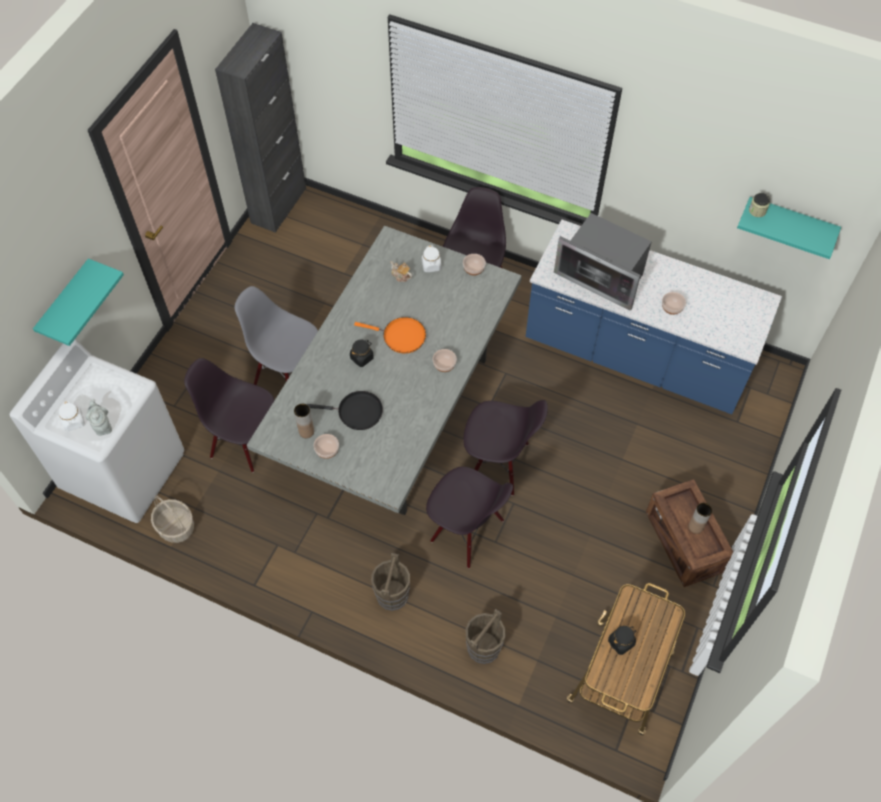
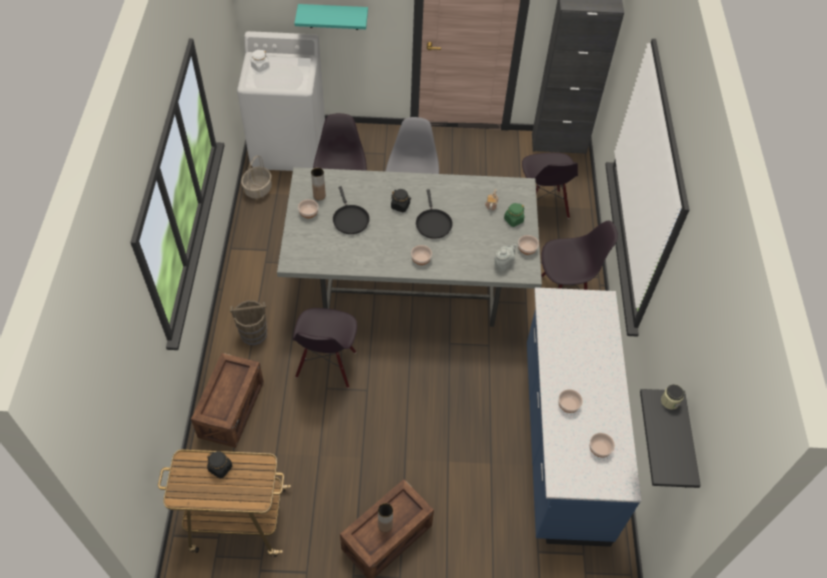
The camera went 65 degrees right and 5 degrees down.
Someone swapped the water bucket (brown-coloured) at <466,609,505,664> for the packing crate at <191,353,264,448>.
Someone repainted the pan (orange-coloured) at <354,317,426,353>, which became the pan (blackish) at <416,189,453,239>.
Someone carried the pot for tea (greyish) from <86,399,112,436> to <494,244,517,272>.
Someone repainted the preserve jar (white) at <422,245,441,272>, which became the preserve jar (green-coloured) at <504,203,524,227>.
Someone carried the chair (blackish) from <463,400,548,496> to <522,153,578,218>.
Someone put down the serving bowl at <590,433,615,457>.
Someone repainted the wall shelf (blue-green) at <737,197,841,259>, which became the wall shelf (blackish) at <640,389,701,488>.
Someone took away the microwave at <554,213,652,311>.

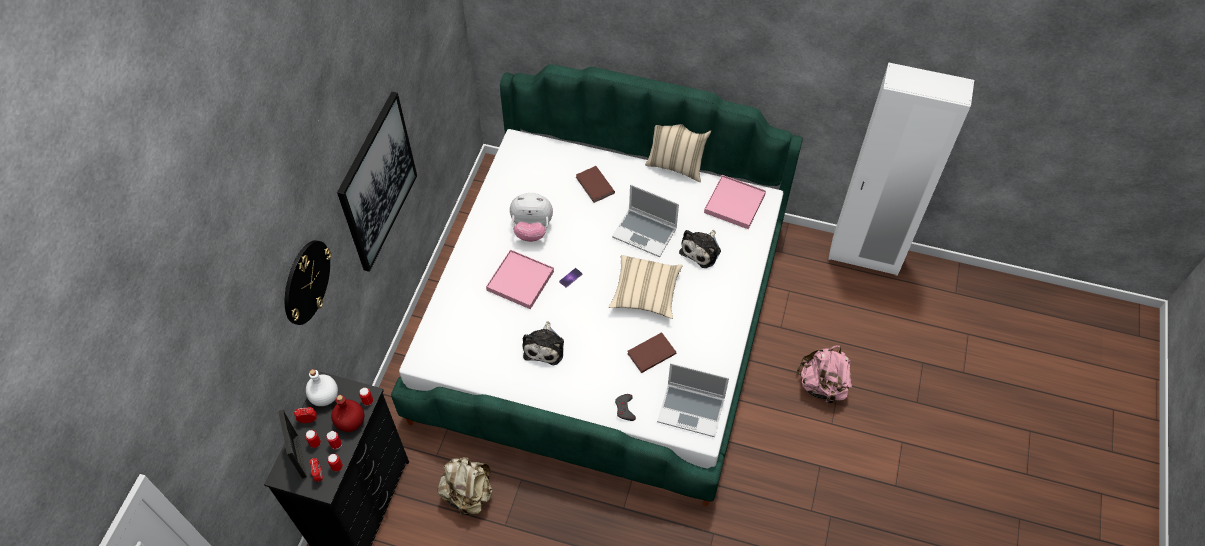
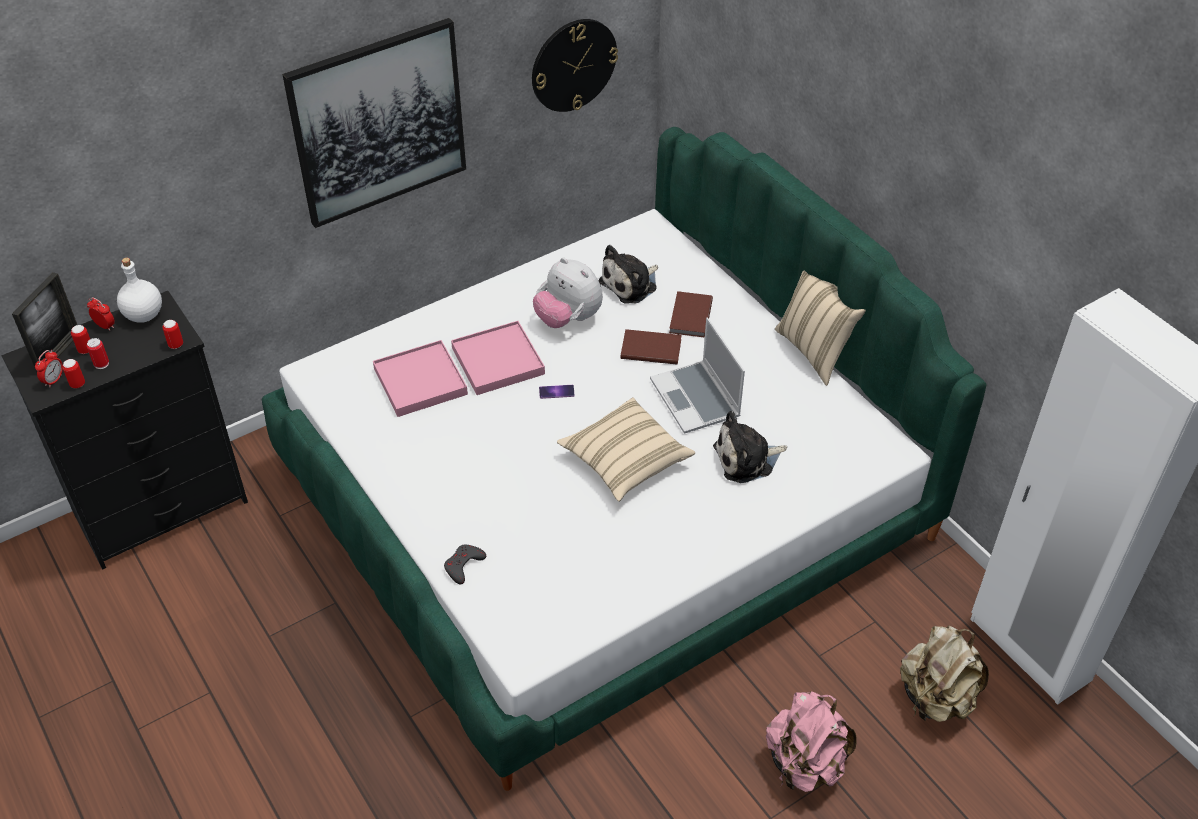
The camera went 40 degrees right and 10 degrees down.
Someone carried the serving tray (pinkish) from <704,175,766,229> to <373,340,468,417>.
Someone carried the hanging clock from <285,240,331,325> to <532,19,618,112>.
Someone carried the cuddly toy from <523,321,564,365> to <599,245,658,304>.
Someone carried the book (brown-coloured) from <627,332,676,373> to <621,329,682,365>.
Someone carried the rucksack (beige-coloured) from <438,457,493,516> to <900,626,989,722>.
Someone took away the bottle (reddish) at <331,395,364,432>.
Someone took away the notebook computer at <657,363,729,437>.

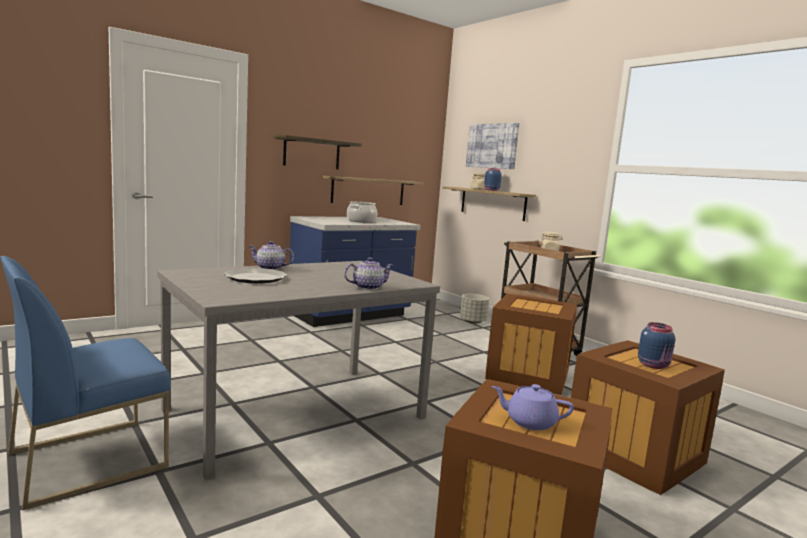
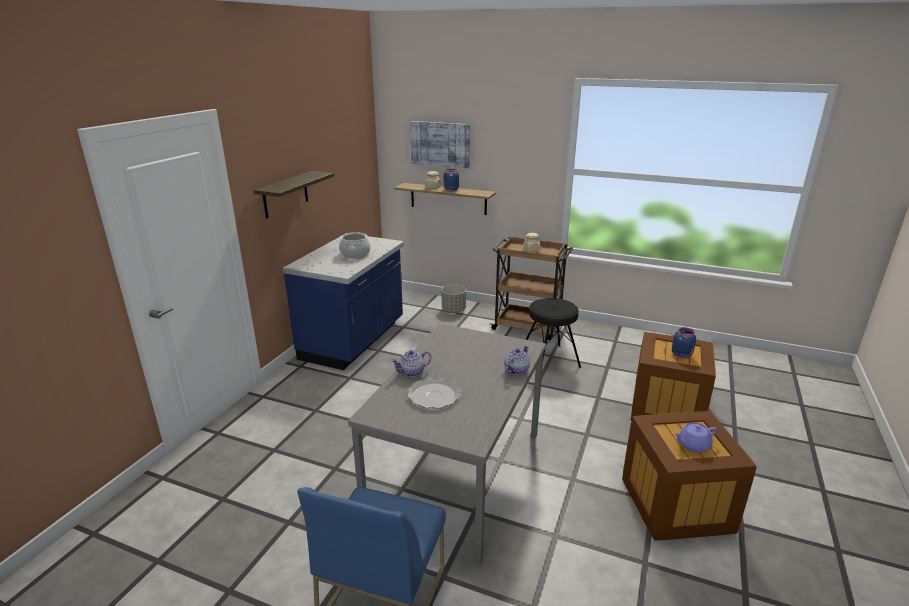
The camera went 30 degrees left and 15 degrees up.
Someone swapped the packing crate at <485,294,577,395> for the stool seat (blackish) at <526,298,581,368>.
Someone took away the wall shelf at <323,176,424,205>.

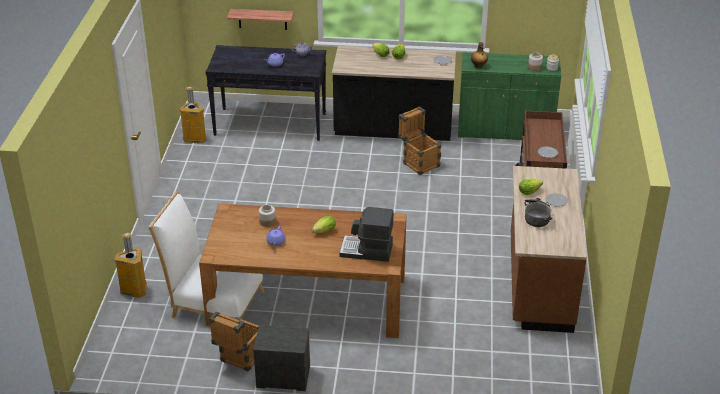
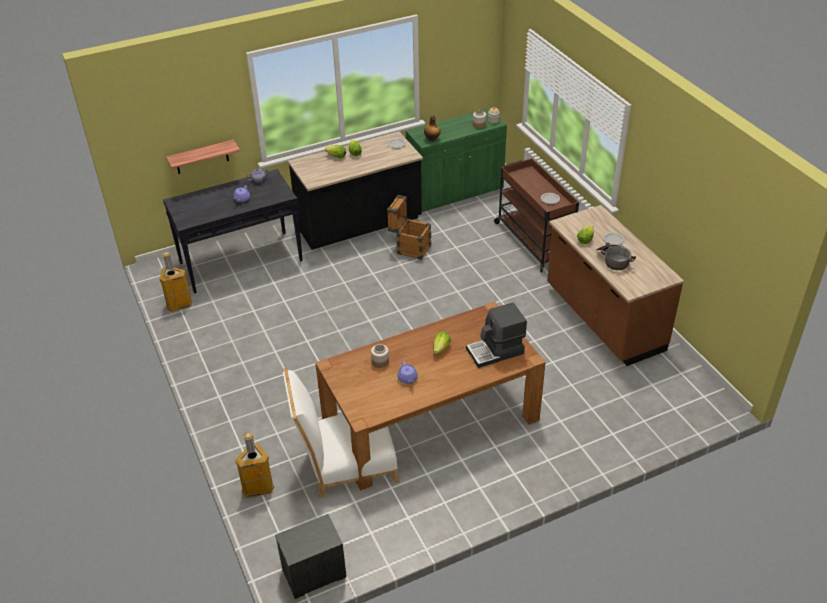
The camera went 30 degrees left and 5 degrees up.
Someone carried the night table from <253,325,310,391> to <275,514,347,599>.
Someone took away the packing crate at <209,311,259,372>.

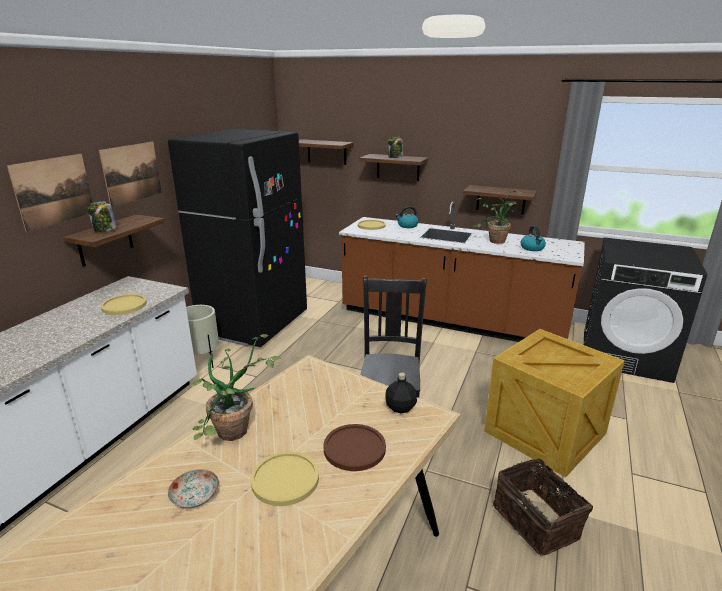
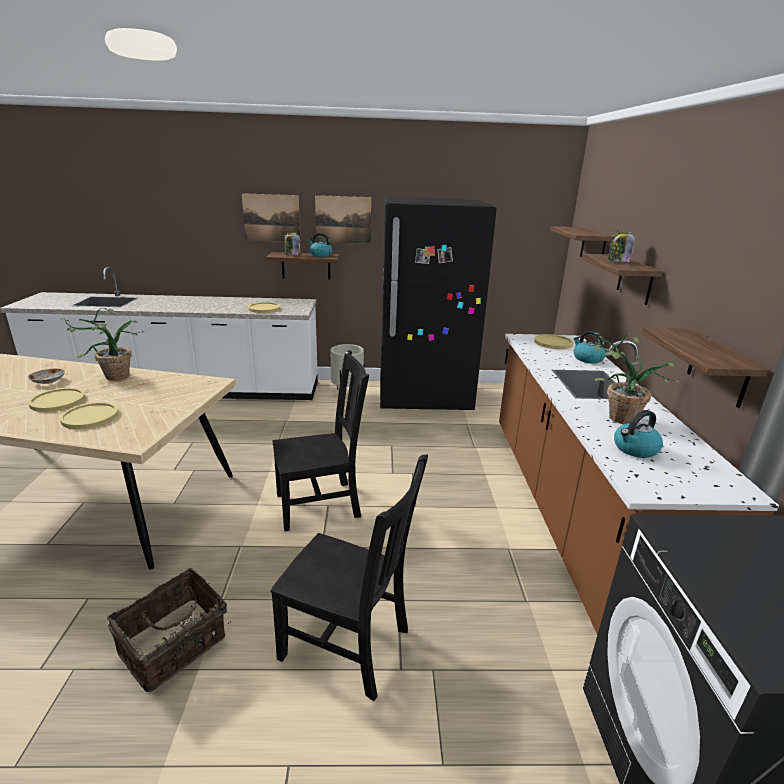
The camera went 65 degrees right and 0 degrees up.
Someone repainted the dinner plate (brown-coloured) at <324,424,386,471>, which became the dinner plate (yellow-coloured) at <60,402,119,429>.
Someone swapped the packing crate at <484,329,625,478> for the chair (blackish) at <270,454,428,701>.
Someone put down the kettle at <307,233,333,257>.
Someone took away the bottle (blackish) at <385,373,417,413>.

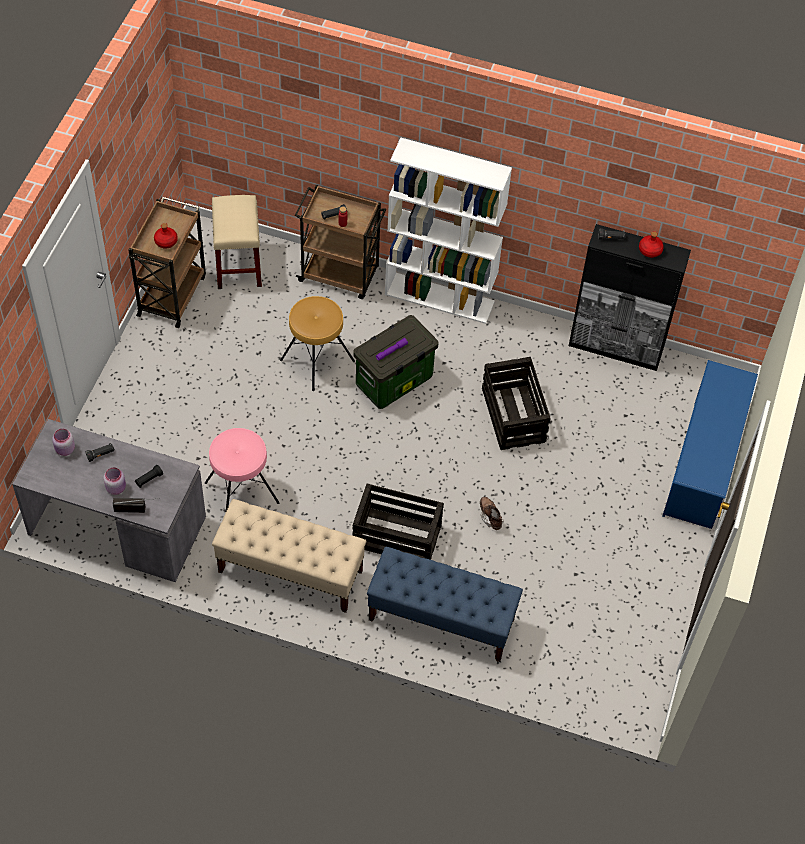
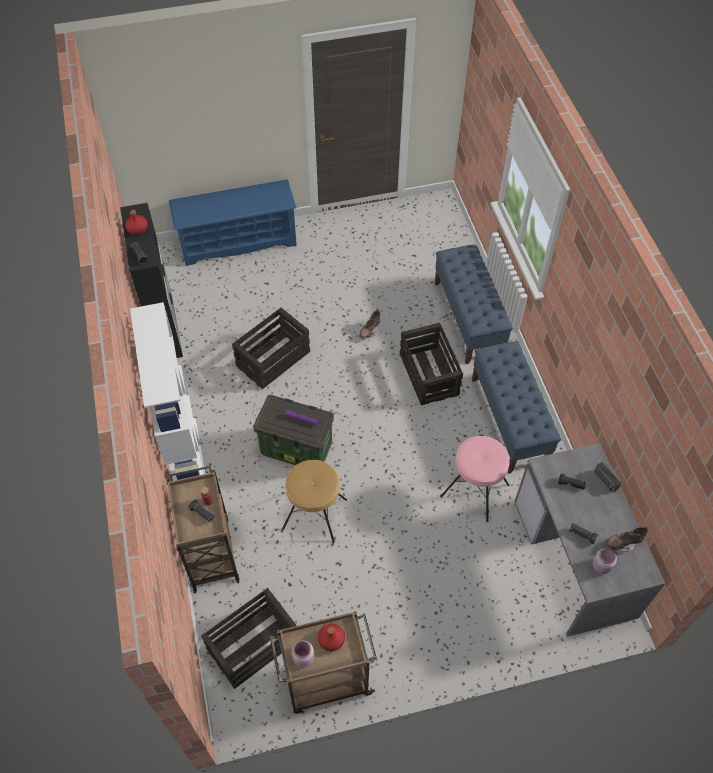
The camera went 120 degrees left and 0 degrees up.
Someone swapped the stool seat (beige-coloured) at <212,195,262,289> for the packing crate at <201,588,297,689>.
Someone carried the preserve jar (pinkish) from <103,467,126,495> to <292,640,314,667>.
Someone repainted the long seat (beige-coloured) at <212,499,366,613>, which became the long seat (bluish) at <472,341,561,473>.
Someone put down the tall boot (brown-coloured) at <606,526,649,552>.

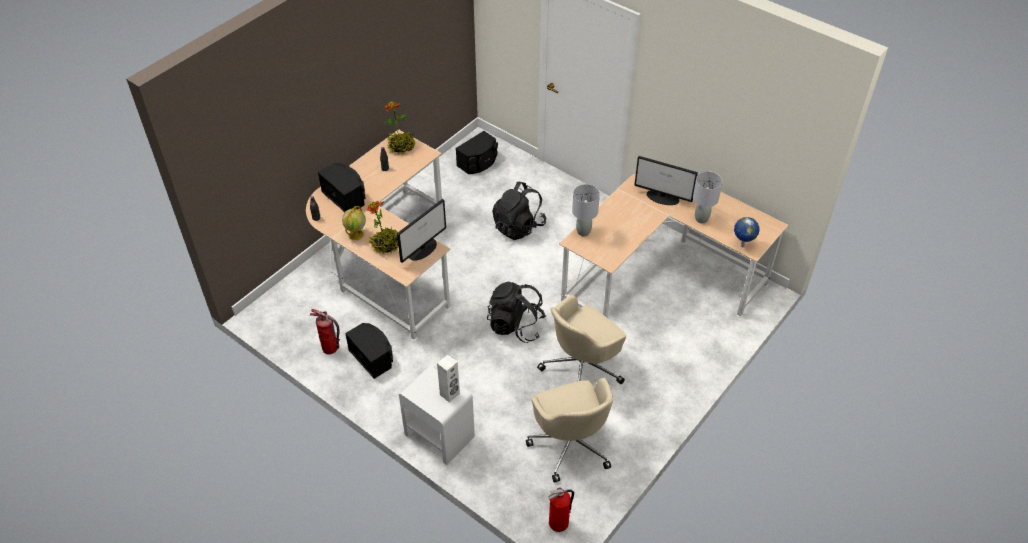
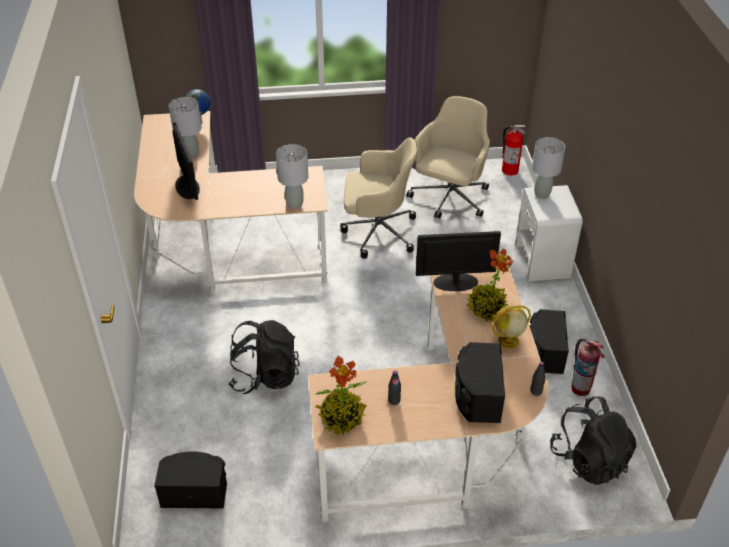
The camera went 135 degrees left and 5 degrees down.
Someone swapped the speaker (white) at <437,355,460,403> for the lamp for a table (greyish) at <532,137,565,199>.
Someone carried the rucksack (blackish) from <487,282,546,343> to <550,397,636,485>.

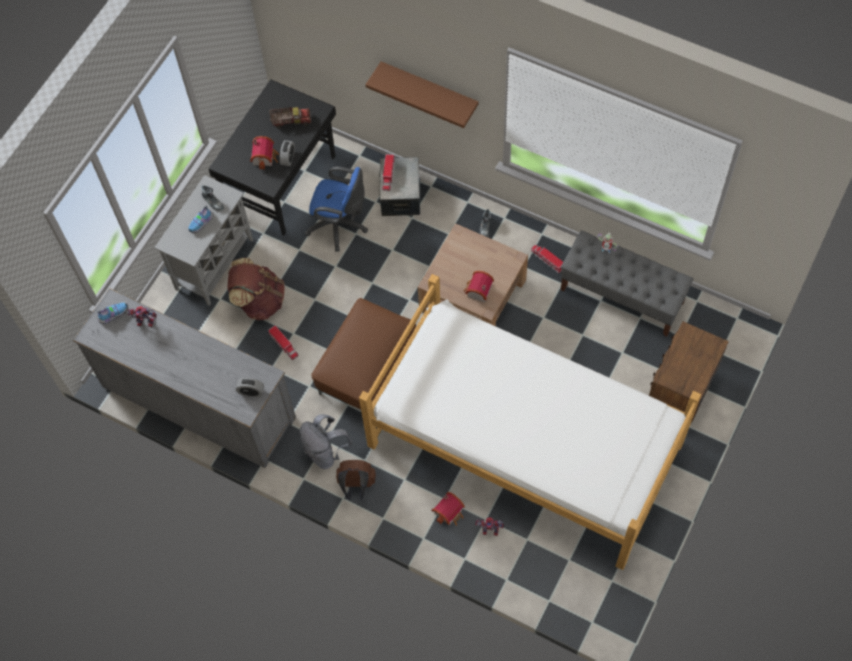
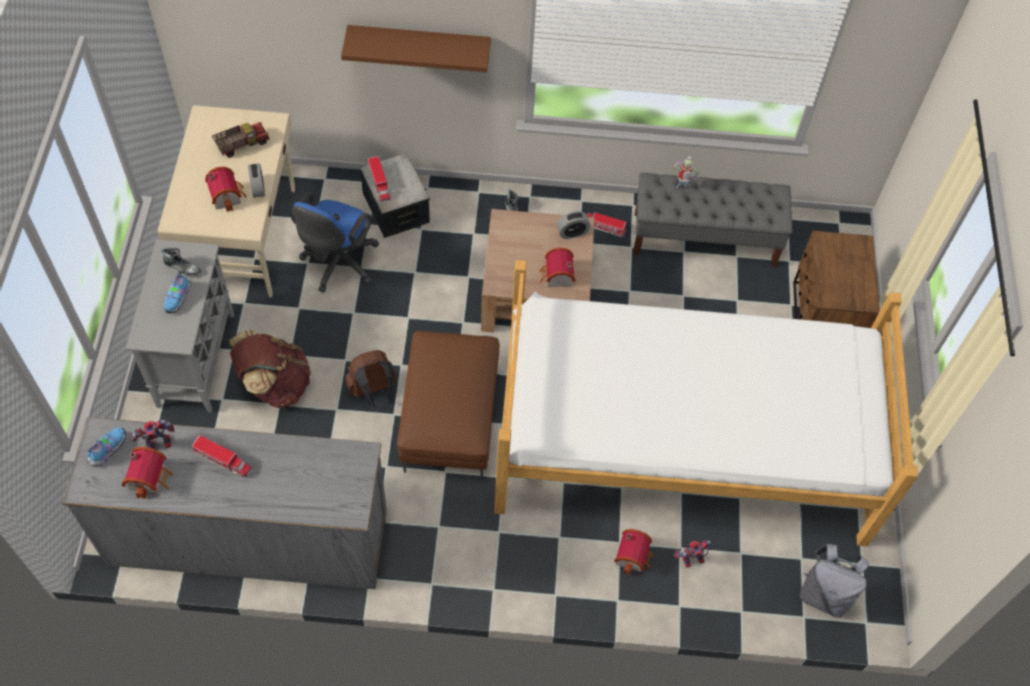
The camera went 30 degrees left and 5 degrees down.
Someone put down the toy house at <121,447,173,499>.
Someone repainted the desk table (blackish) at <209,79,336,235>, which became the desk table (beige-coloured) at <158,105,295,298>.
Someone carried the toy lorry from <268,325,298,360> to <192,435,252,477>.
Someone rotated the desk chair (bluish) at <305,166,368,251> by 120 degrees clockwise.
Someone carried the rucksack (brown-coloured) from <336,460,376,500> to <345,350,396,406>.
Someone carried the bedside clock from <236,378,264,397> to <557,211,591,239>.
Someone carried the rucksack (greyish) from <299,414,352,469> to <800,544,869,618>.

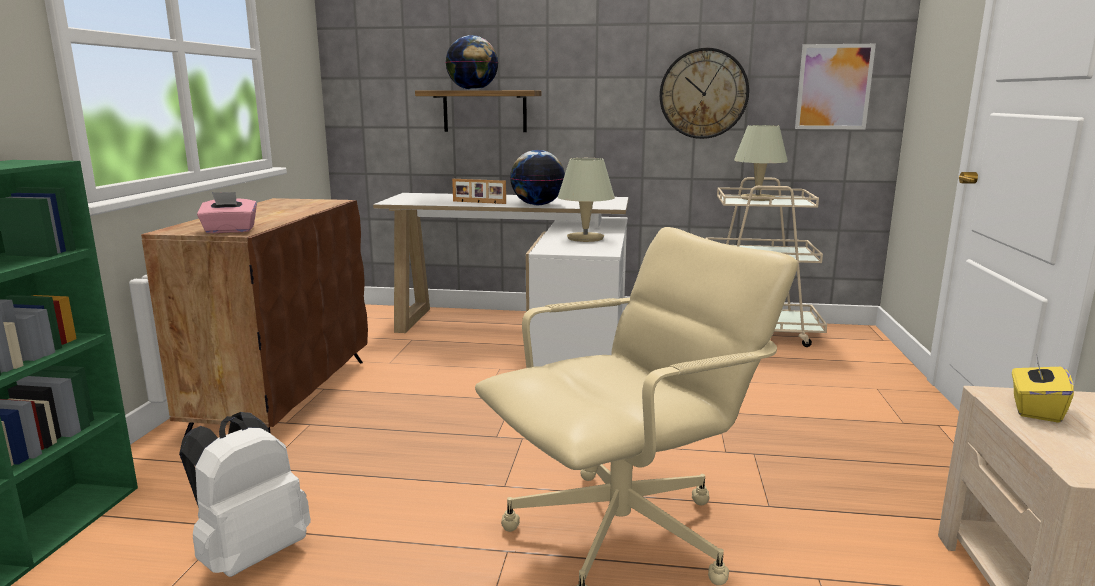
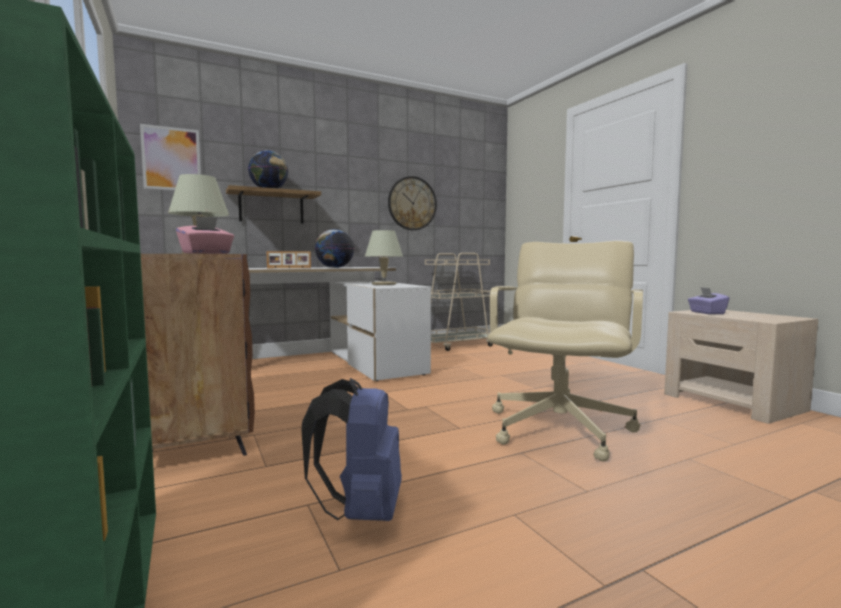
The camera went 35 degrees left and 10 degrees down.
Someone carried the picture from <795,44,876,129> to <140,124,201,190>.
Someone carried the lamp for a table (beige-coloured) from <734,125,788,201> to <168,174,229,254>.
Someone repainted the rucksack (white) at <179,412,311,577>, which became the rucksack (bluish) at <302,378,402,521>.
Someone repainted the tissue holder (yellow-coloured) at <1012,352,1074,423>, which became the tissue holder (purple) at <688,287,730,314>.

